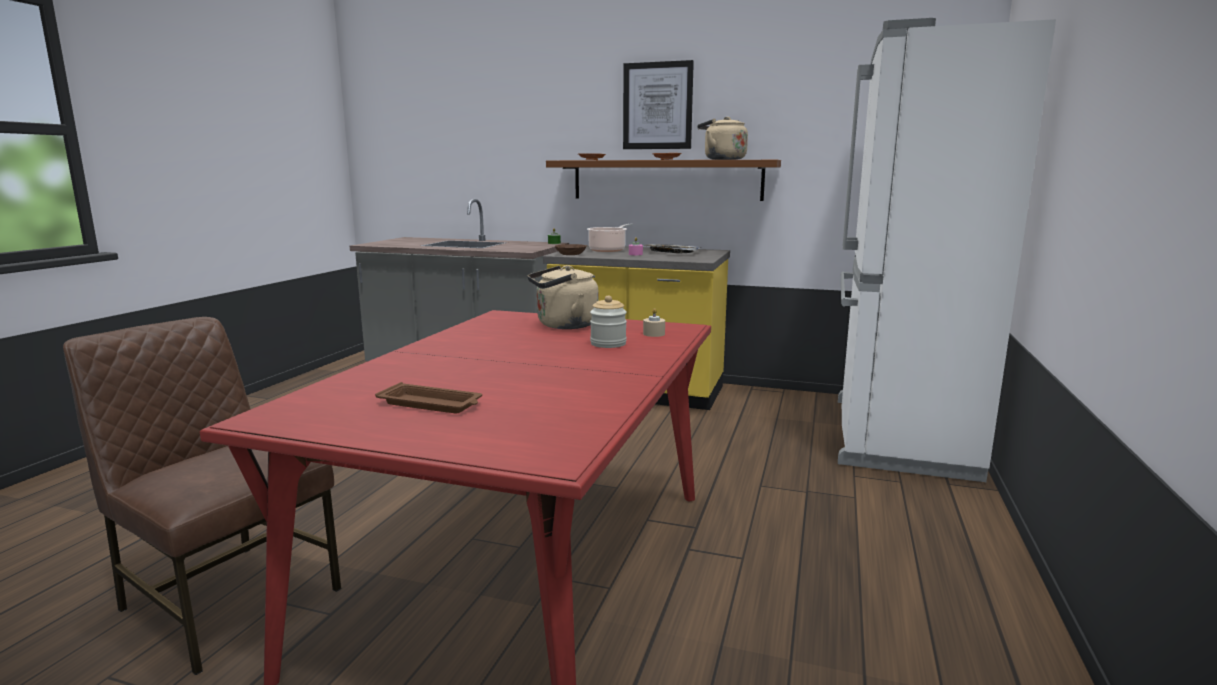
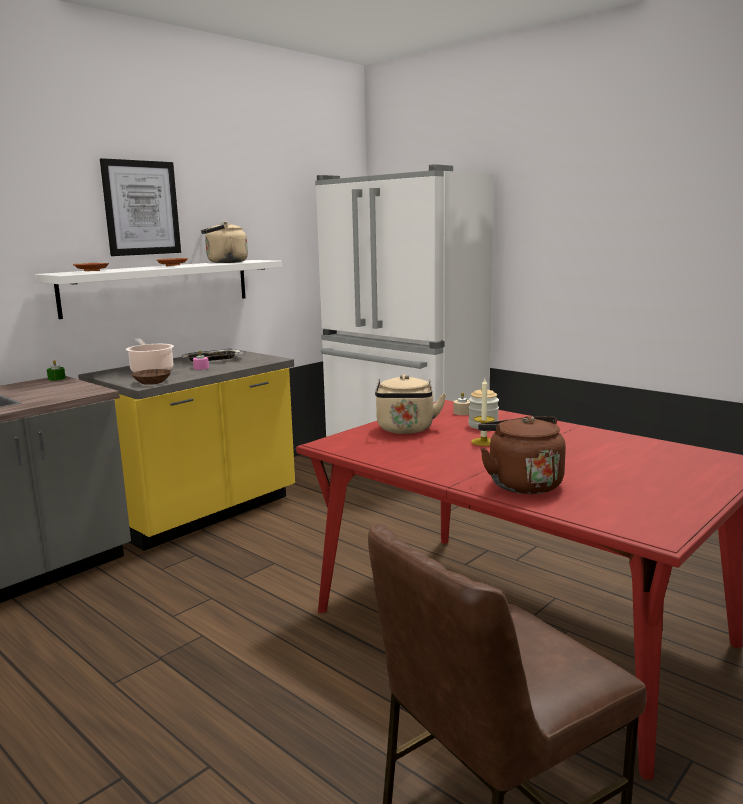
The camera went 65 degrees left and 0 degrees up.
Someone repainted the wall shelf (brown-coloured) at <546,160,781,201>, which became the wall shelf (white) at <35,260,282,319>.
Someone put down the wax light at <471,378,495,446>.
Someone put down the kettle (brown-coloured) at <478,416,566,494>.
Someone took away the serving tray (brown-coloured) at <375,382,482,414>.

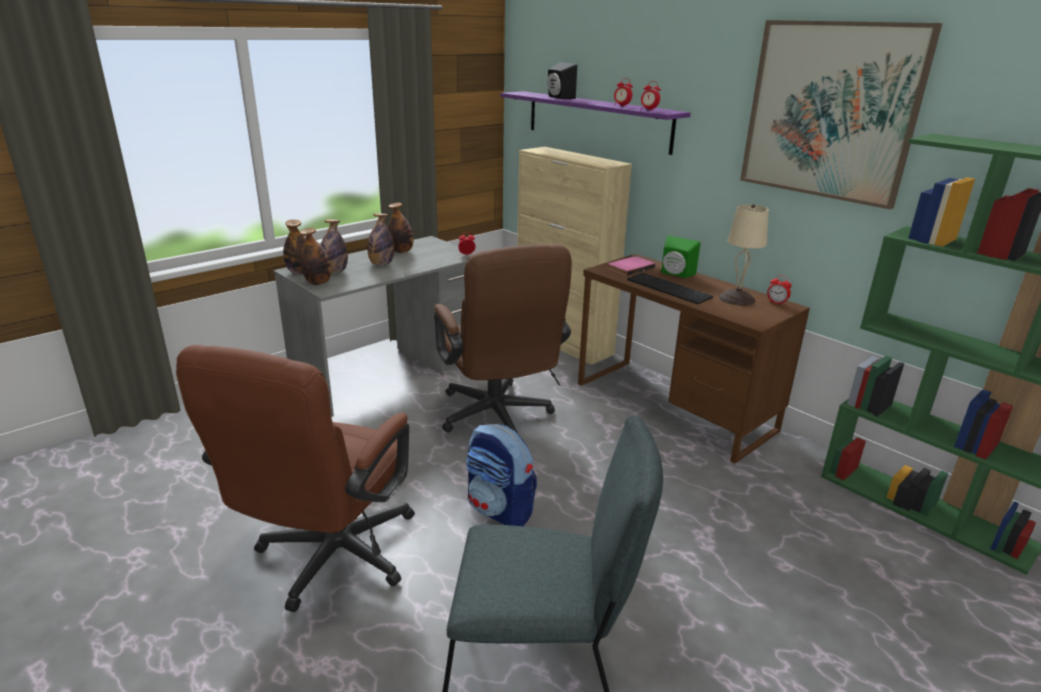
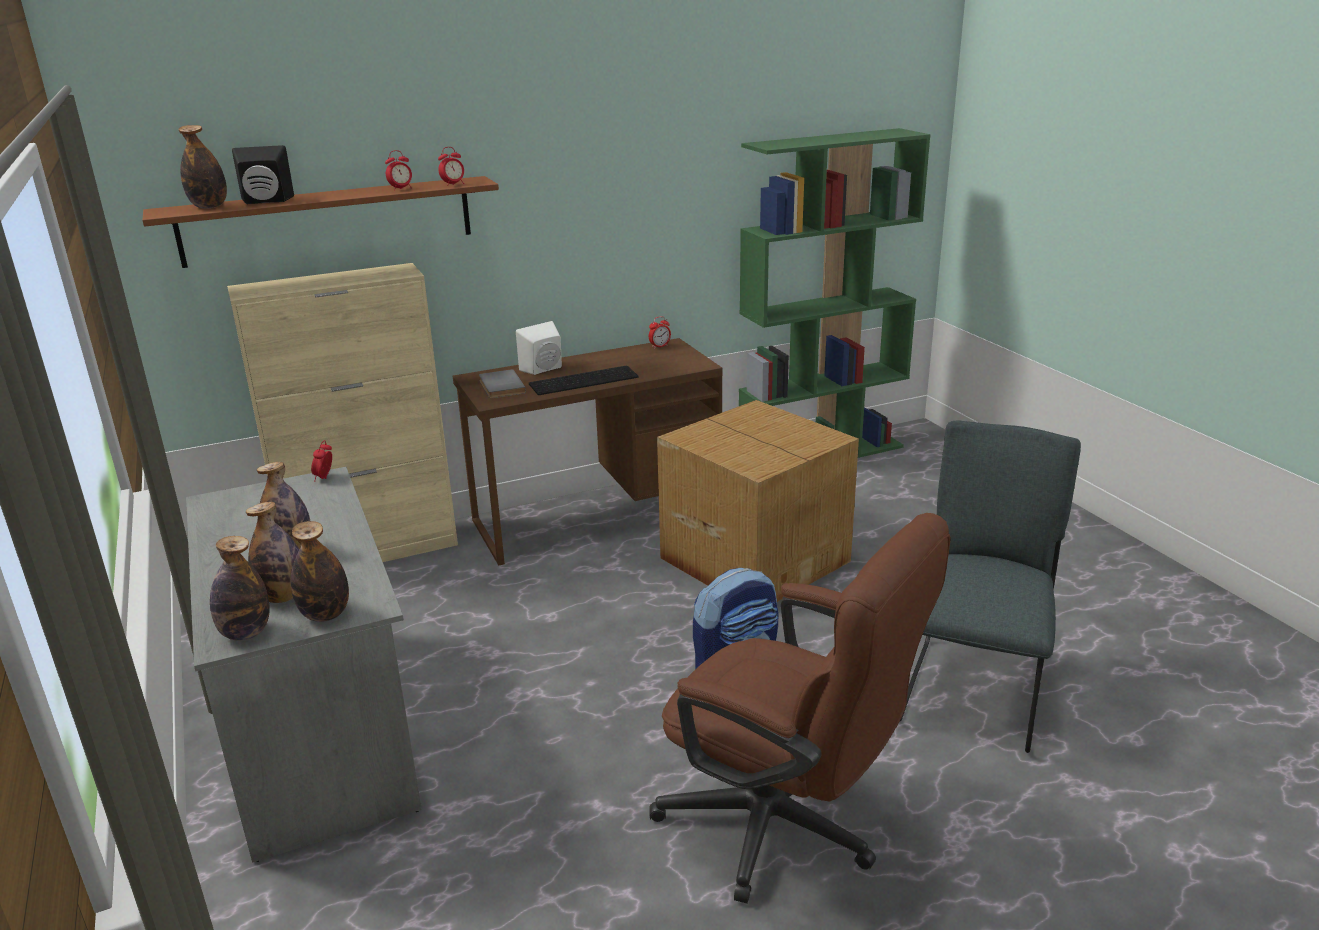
The camera went 70 degrees left and 0 degrees up.
Someone repainted the wall shelf (purple) at <500,91,691,155>, which became the wall shelf (brown-coloured) at <142,176,499,268>.
Someone carried the bottle from <388,202,414,253> to <178,125,227,209>.
Someone repainted the book (pinkish) at <607,256,655,276>, which became the book (greyish) at <479,369,526,398>.
Someone repainted the speaker (green-coloured) at <661,235,700,278>, which became the speaker (white) at <516,321,562,375>.
Someone put down the packing box at <657,400,859,602>.
Someone took away the desk chair (brown-coloured) at <434,244,572,433>.
Someone took away the lamp for a table (beige-coloured) at <719,204,769,306>.
Someone took away the picture at <740,20,942,209>.

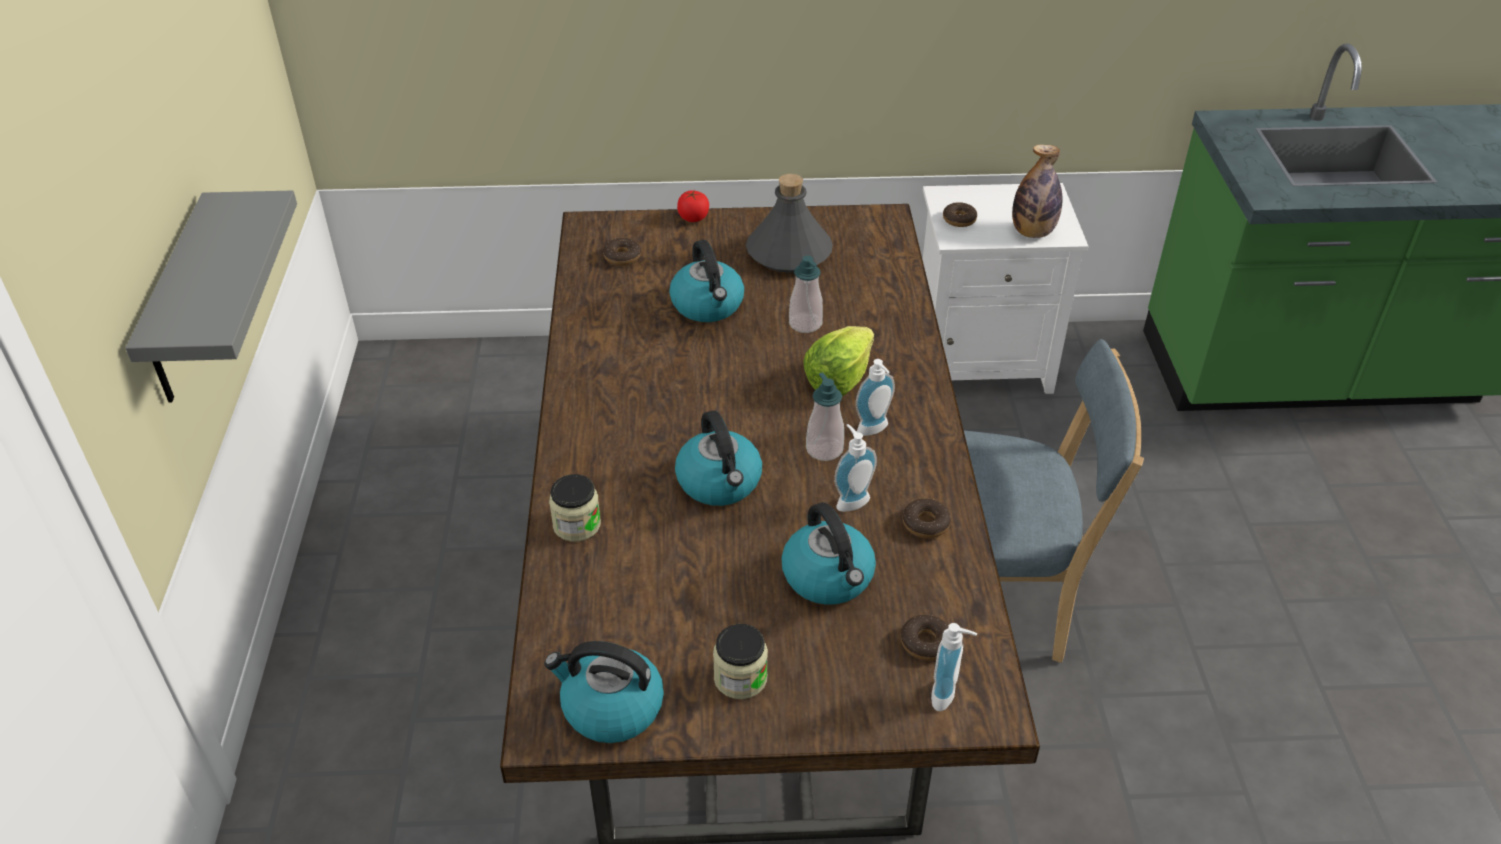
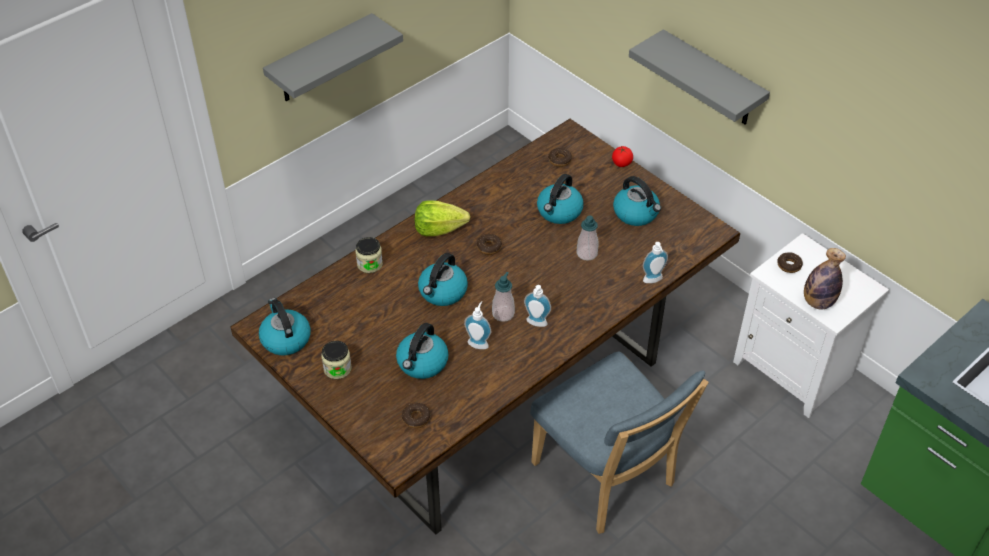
The camera went 50 degrees right and 5 degrees up.
Someone carried the lettuce head from <803,326,874,396> to <415,200,470,236>.
Someone carried the donut from <903,499,951,538> to <477,234,502,255>.
Someone swapped the bottle (greyish) at <746,174,833,273> for the kettle at <613,176,661,226>.
Someone put up the wall shelf (greyish) at <629,29,770,125>.
Someone carried the liquid soap bottle from <931,623,977,711> to <643,242,668,283>.

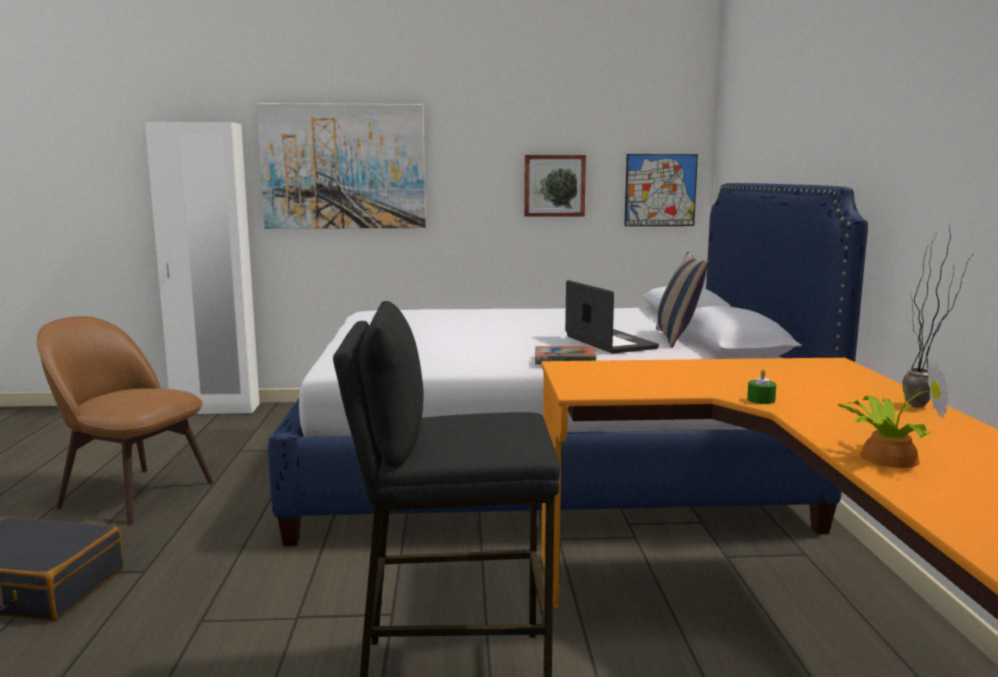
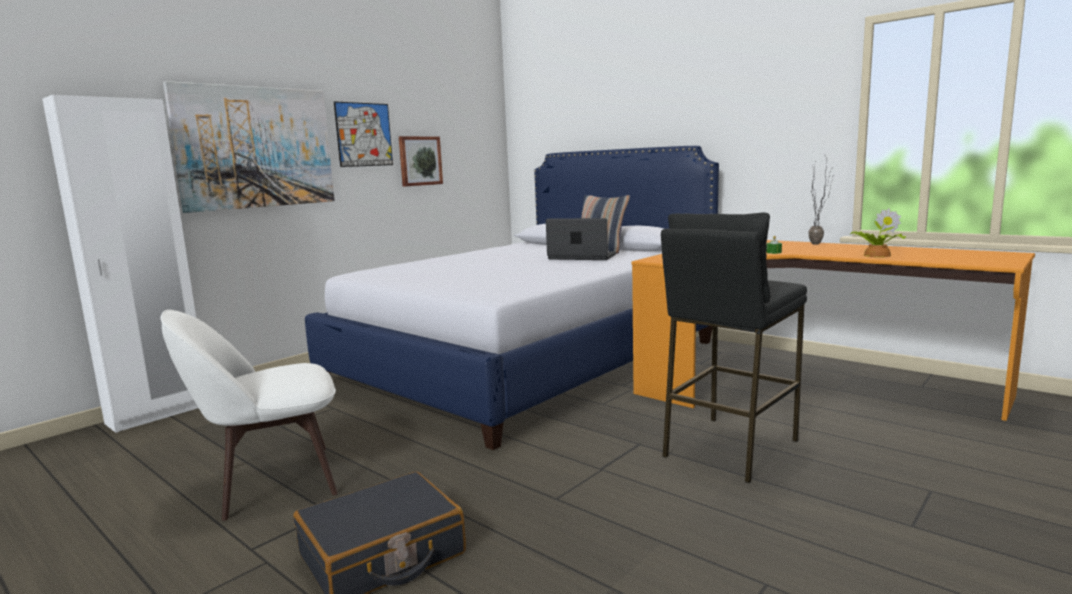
The camera went 45 degrees left and 0 degrees up.
Someone repainted the chair (brown-coloured) at <37,316,214,525>, which became the chair (white) at <160,310,338,521>.
Someone carried the picture from <624,154,698,226> to <334,101,393,167>.
Someone took away the book at <535,346,596,365>.

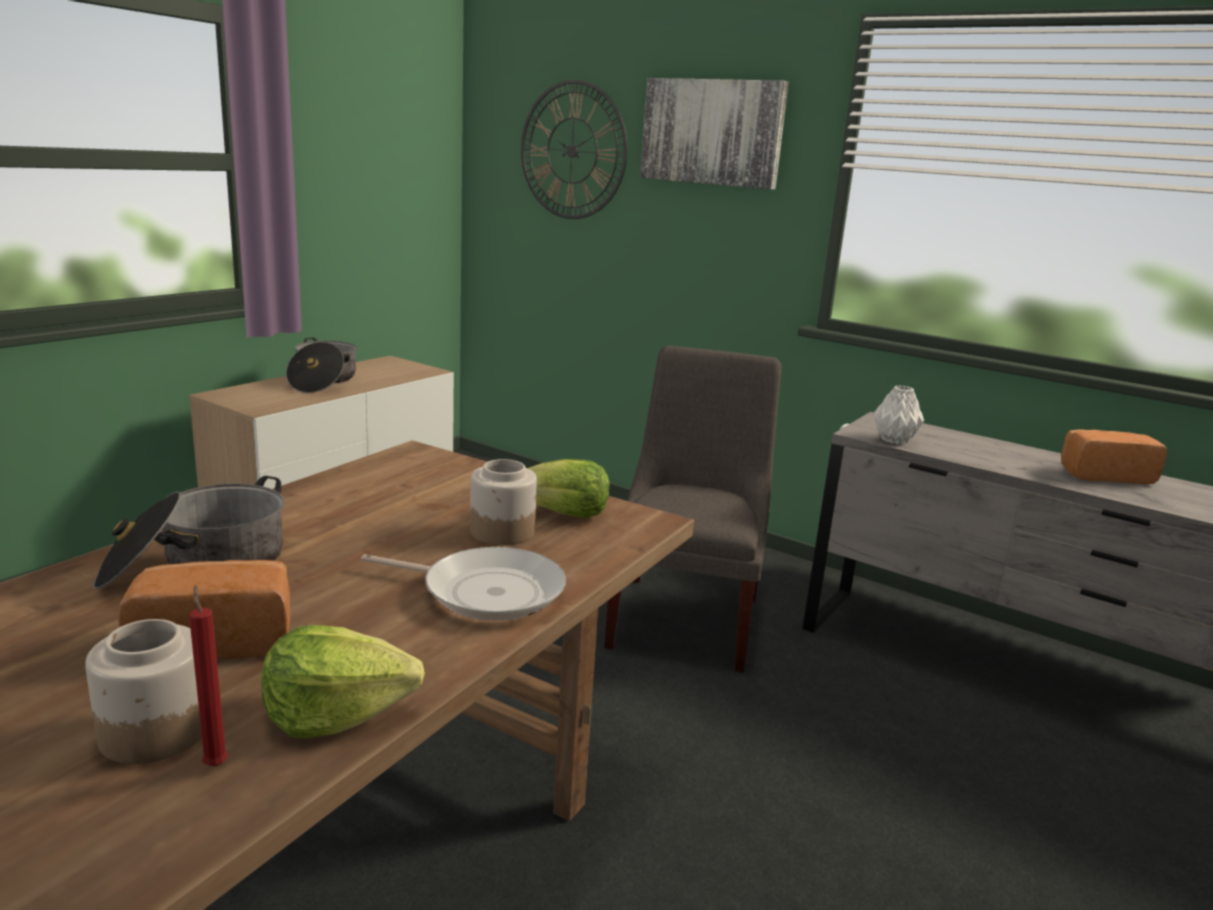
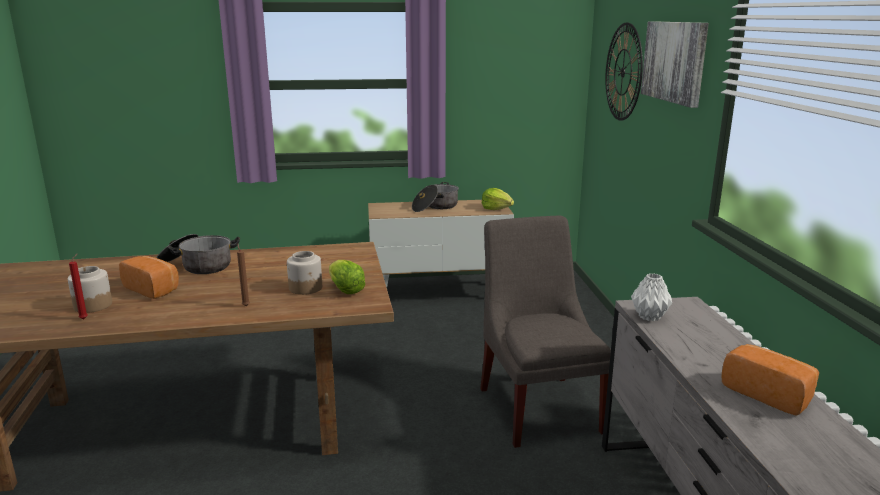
The camera went 50 degrees right and 0 degrees up.
Someone swapped the pan at <361,547,566,621> for the wax light (brown-coloured) at <237,244,250,306>.
Someone rotated the chair (greyish) at <604,346,782,673> by 75 degrees counterclockwise.
Someone carried the lettuce head from <261,625,425,738> to <482,188,514,210>.

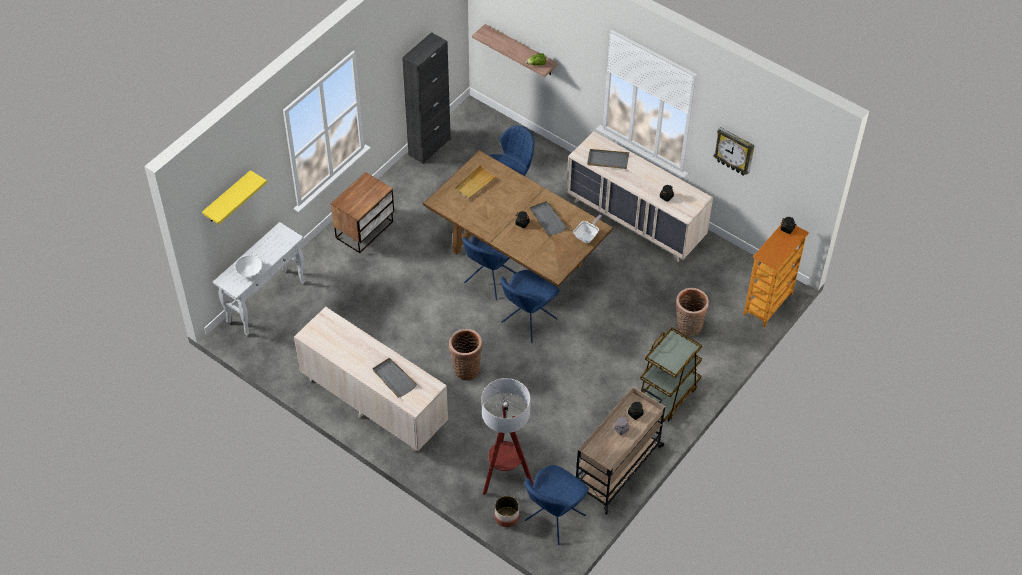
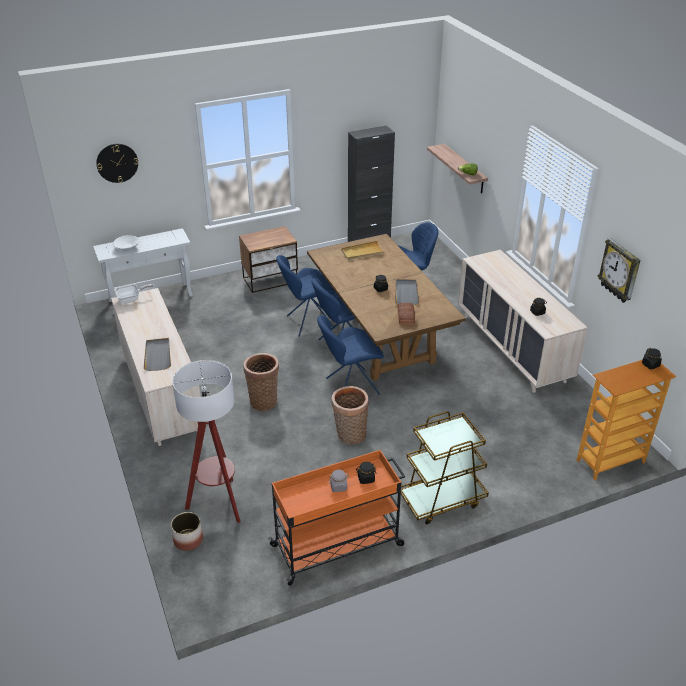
The camera went 30 degrees right and 15 degrees down.
Someone swapped the wall shelf (yellow-coloured) at <202,170,267,224> for the hanging clock at <96,144,138,183>.
Someone carried the pan from <573,215,602,243> to <114,284,154,304>.
Someone repainted the wheeled cart (beige-coloured) at <576,387,665,515>, which became the wheeled cart (orange-coloured) at <268,450,405,586>.
Someone carried the chair (bluish) from <525,465,589,545> to <276,255,335,337>.
Someone carried the household basket from <676,288,709,336> to <331,386,369,444>.
Someone put down the bread at <398,303,415,325>.
Someone took away the serving tray (greyish) at <587,149,629,169>.

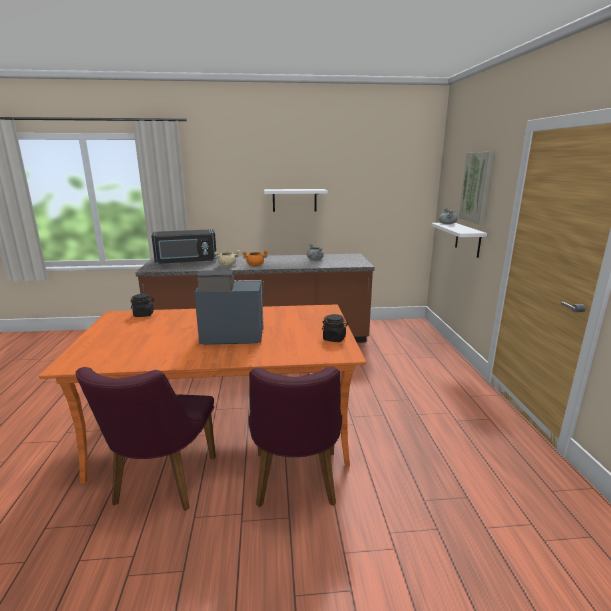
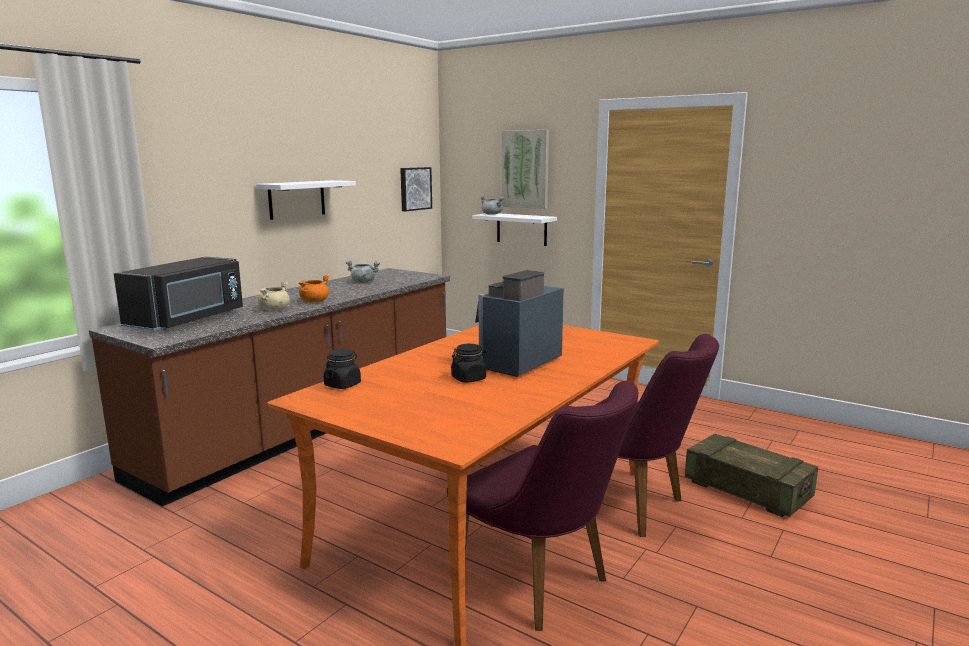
The camera went 50 degrees left and 5 degrees down.
Someone put up the picture at <400,167,432,212>.
Someone carried the preserve jar (blackish) from <322,314,348,342> to <451,344,487,383>.
Someone put down the packing crate at <685,433,818,517>.

